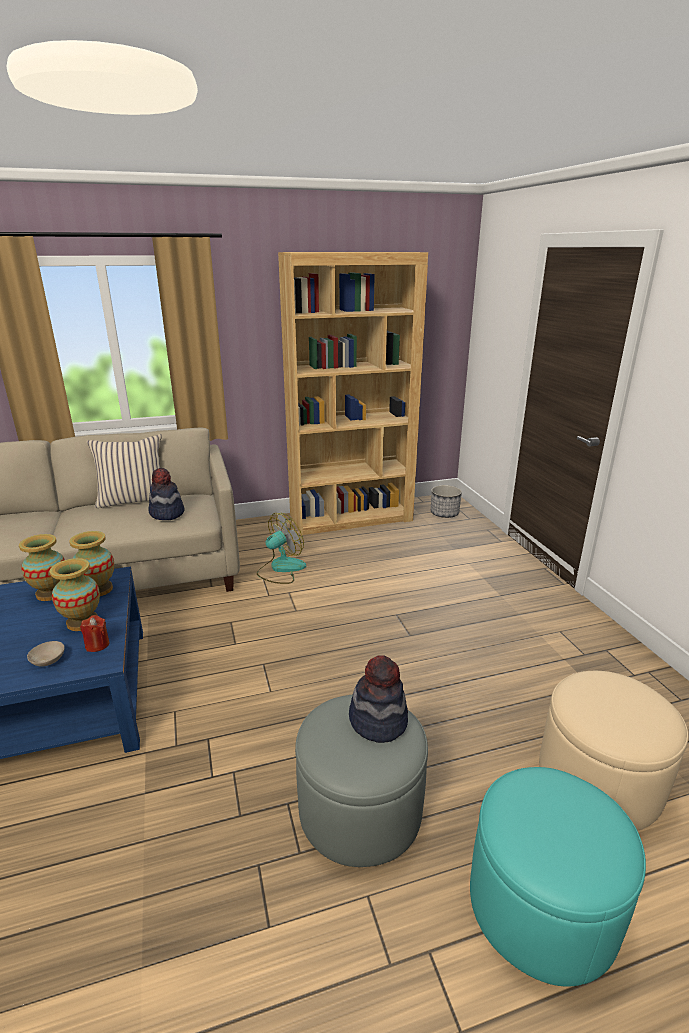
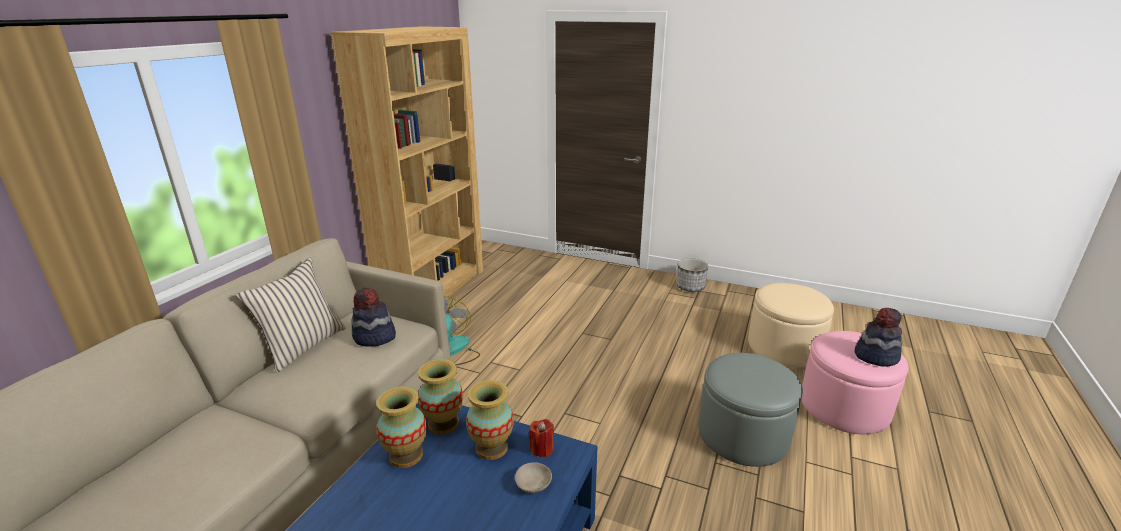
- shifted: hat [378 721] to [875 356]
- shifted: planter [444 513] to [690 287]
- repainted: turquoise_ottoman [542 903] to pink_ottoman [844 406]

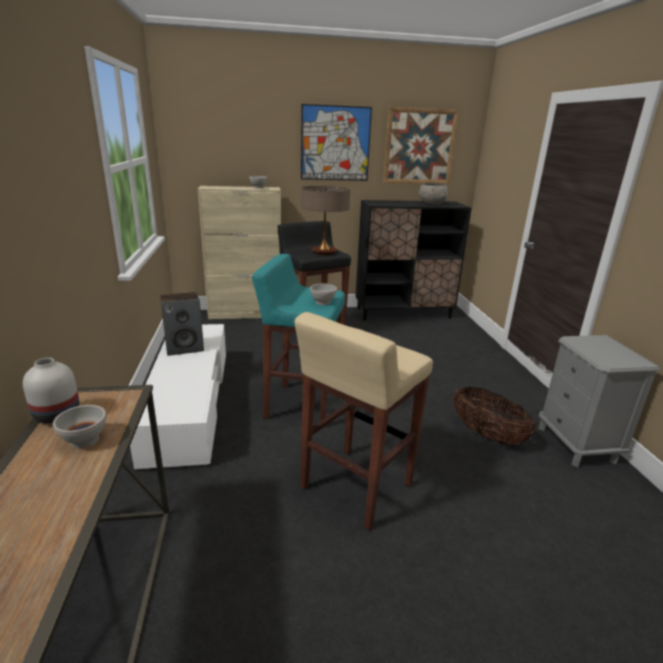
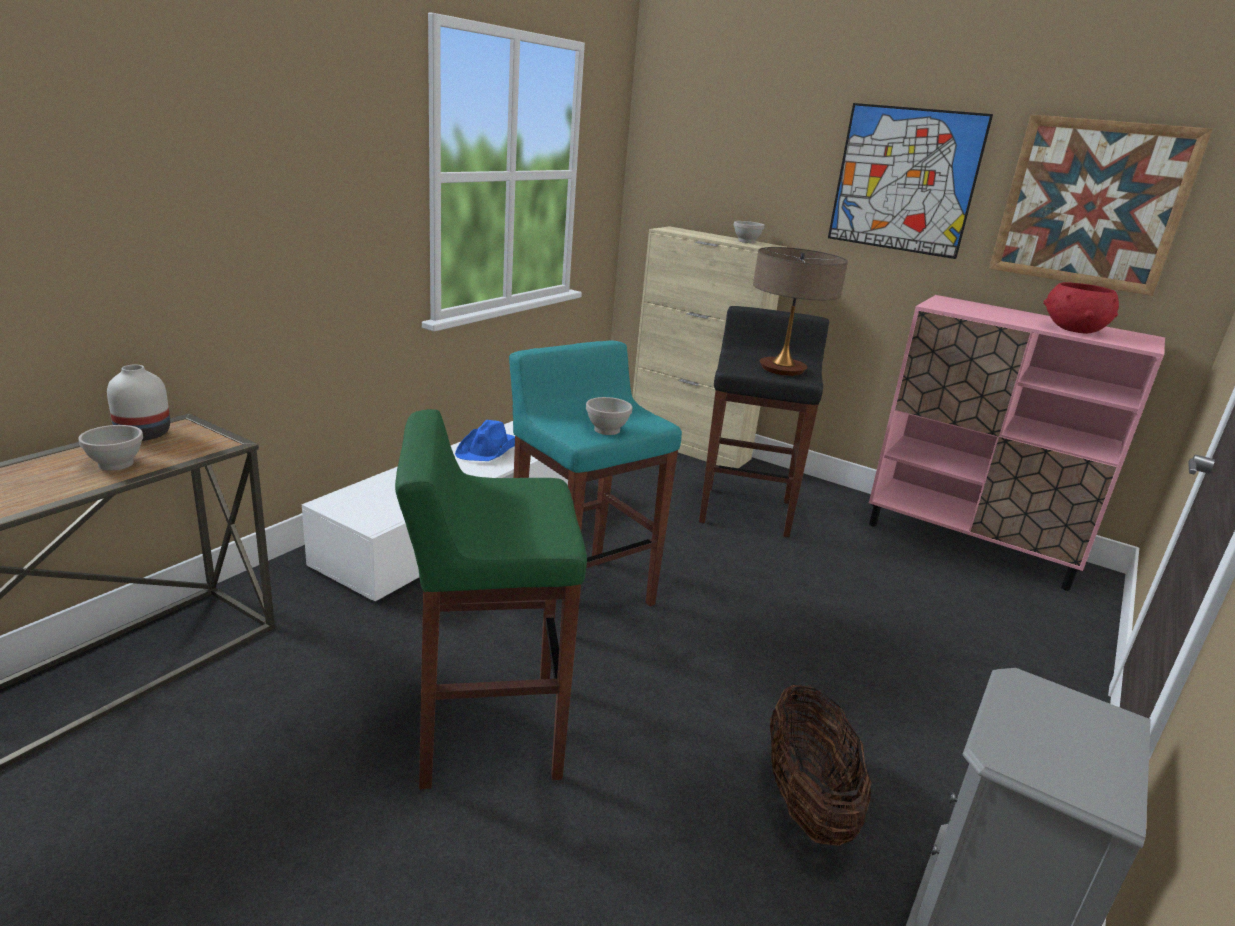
- swapped: speaker [185 348] to bluish_hat [489 449]
- repainted: beige_sitting_stool [355 487] to green_sitting_stool [486 731]
- repainted: blackish_storage_cabinet [403 313] to pink_storage_cabinet [971 543]
- repainted: greyish_deep_dish [432 204] to red_deep_dish [1073 330]

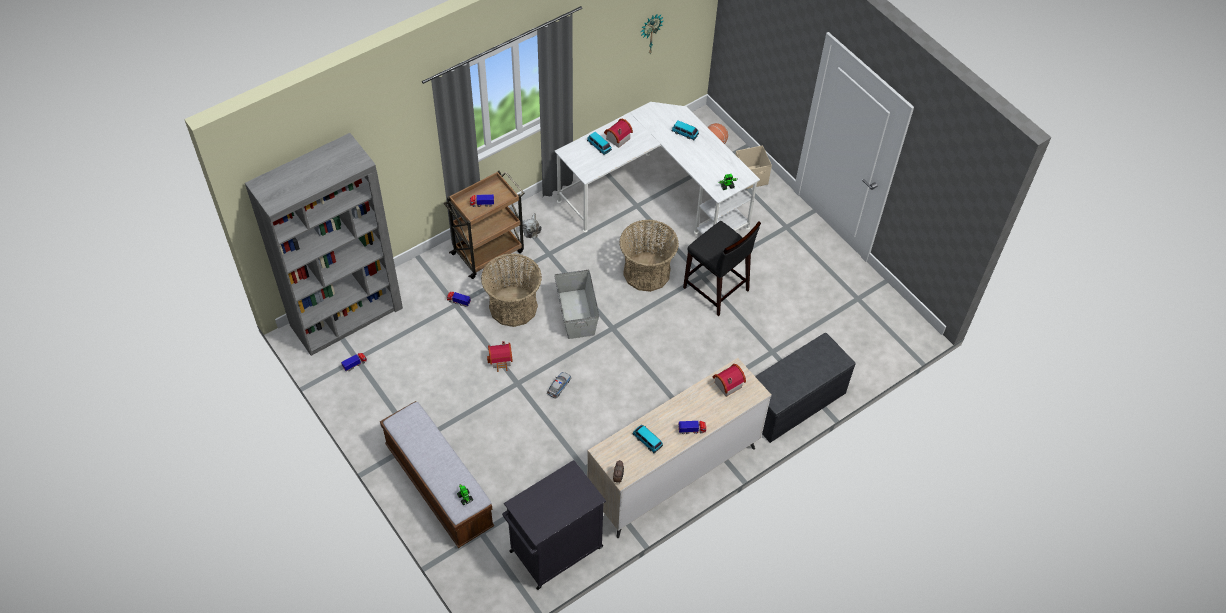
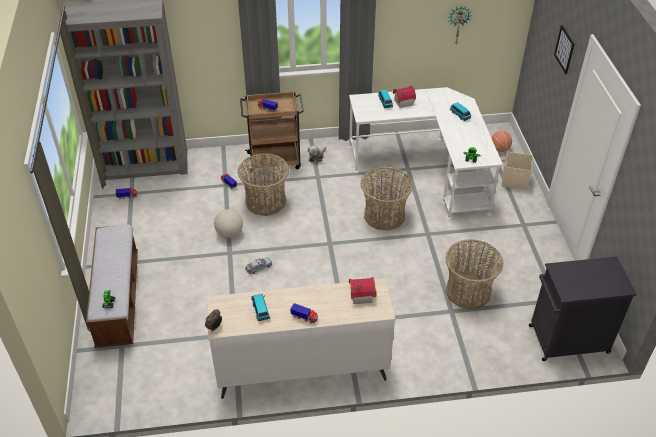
- swapped: miniature_house [501 361] to world_globe [229 233]
- shifted: blackish_storage_cabinet [554 551] to [567 340]
- gone: greyish_storage_container [577 313]
- gone: blackish_sitting_stool [716 289]
- gone: greyish_long_seat [793 403]
- new: basket [468 291]
- new: wall_picture [564 49]

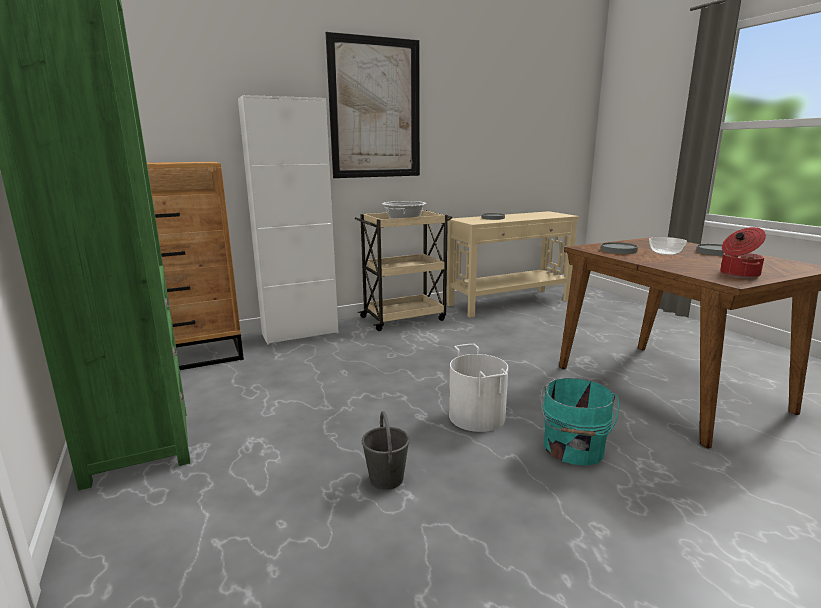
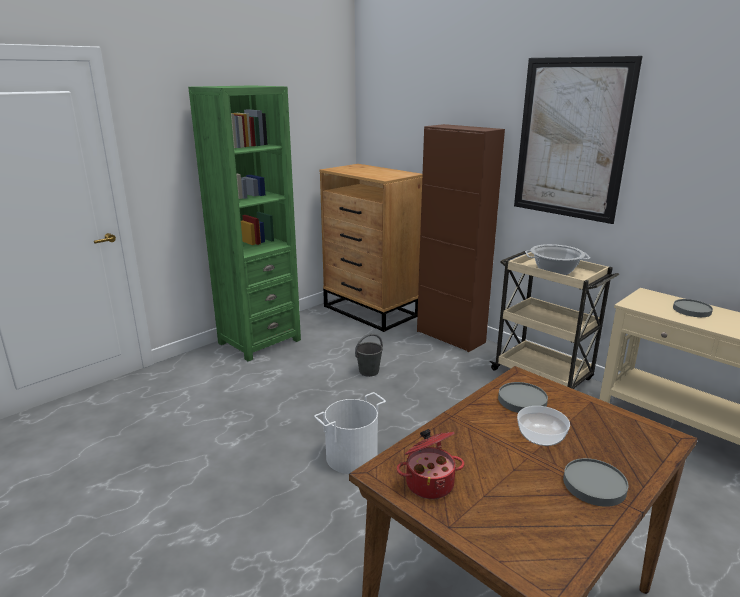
- repainted: white_storage_cabinet [300 333] to brown-coloured_storage_cabinet [450 337]
- shifted: greyish_bucket [386 478] to [369 371]
- gone: turquoise_bucket [573 449]

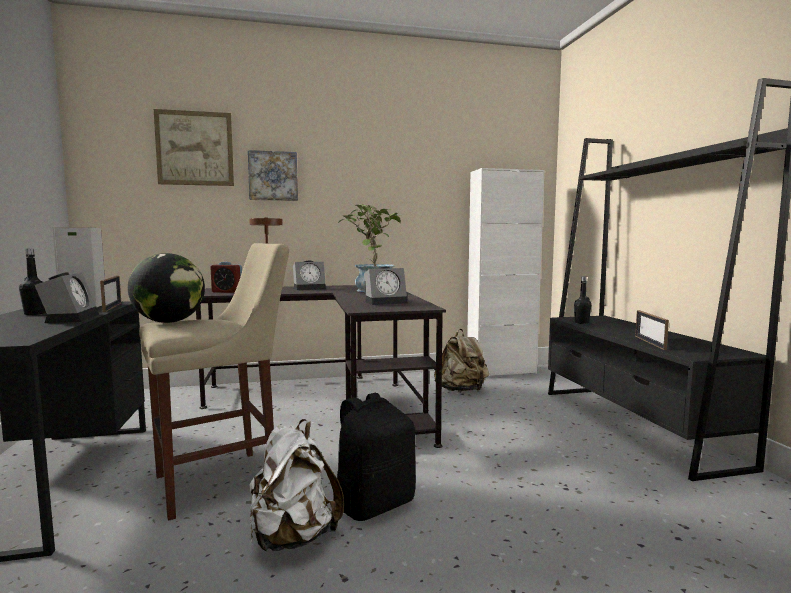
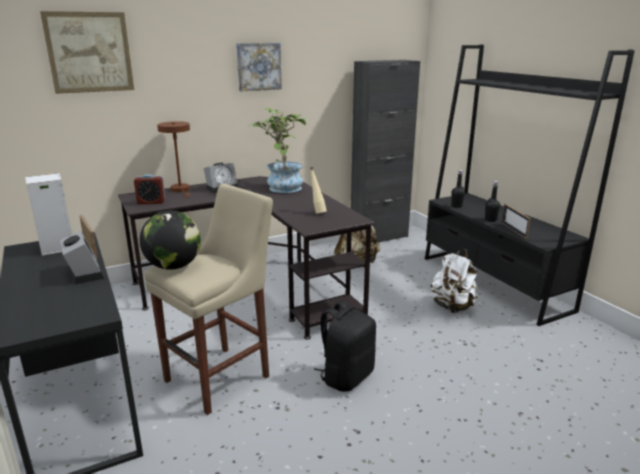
- shifted: blackish_drink_bottle [35 313] to [490 220]
- shifted: wall_picture [273 176] to [258 66]
- shifted: white_knapsack [292 537] to [452 307]
- swapped: table_clock [386 302] to beige_drink_bottle [317 212]
- repainted: white_storage_cabinet [501 371] to blackish_storage_cabinet [379 237]

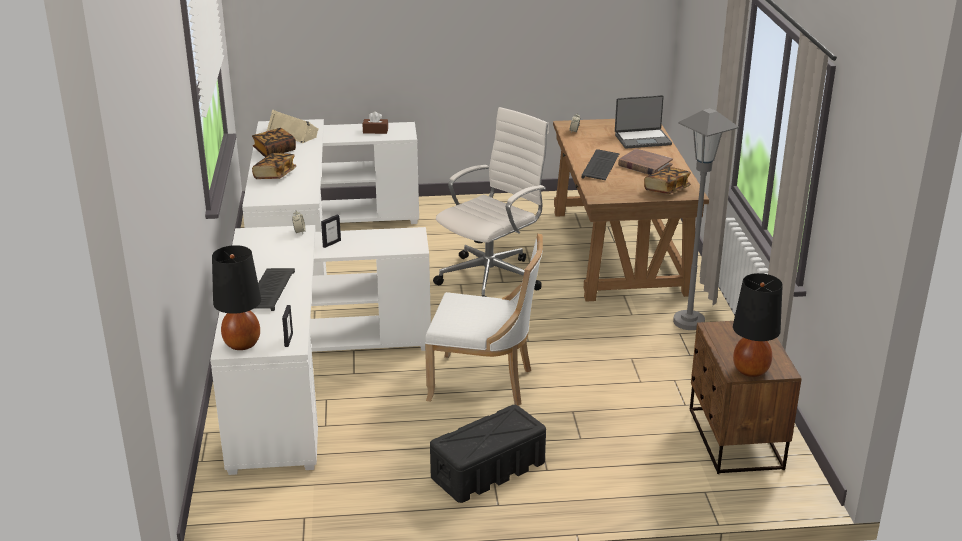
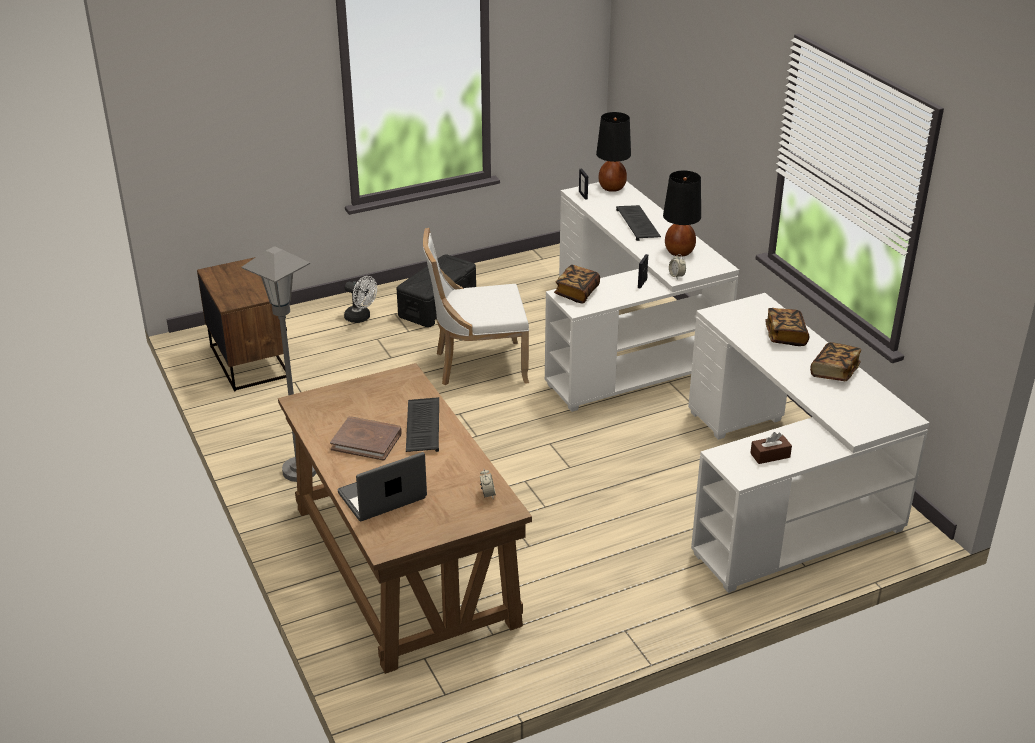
- gone: beige_speaker [293 133]
- gone: white_desk_chair [492 277]
- shifted: book [666 189] to [577 293]
- shifted: blackish_lamp_for_a_table [750 370] to [679 252]
- new: white_cooling_fan [361 318]

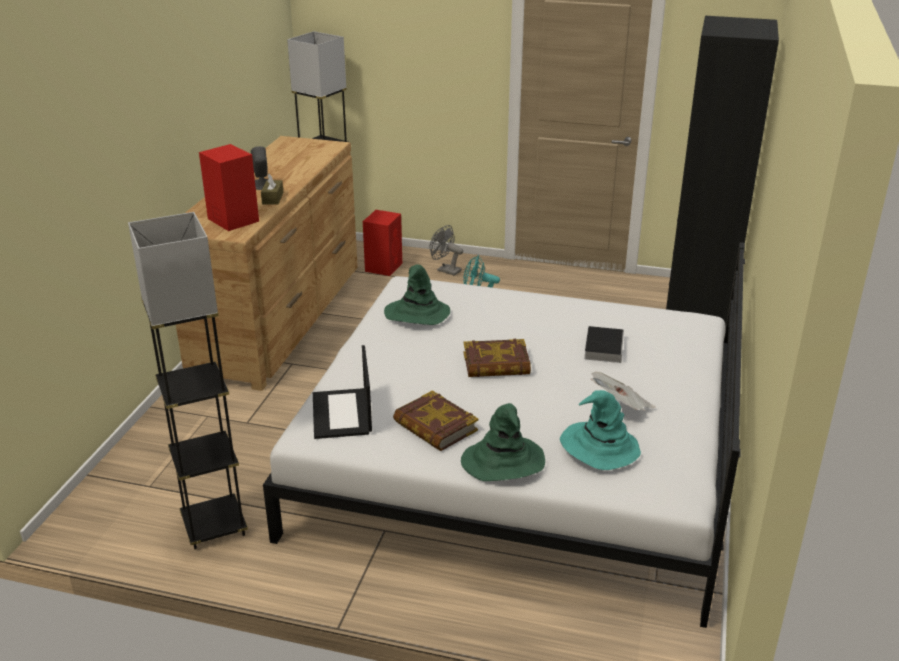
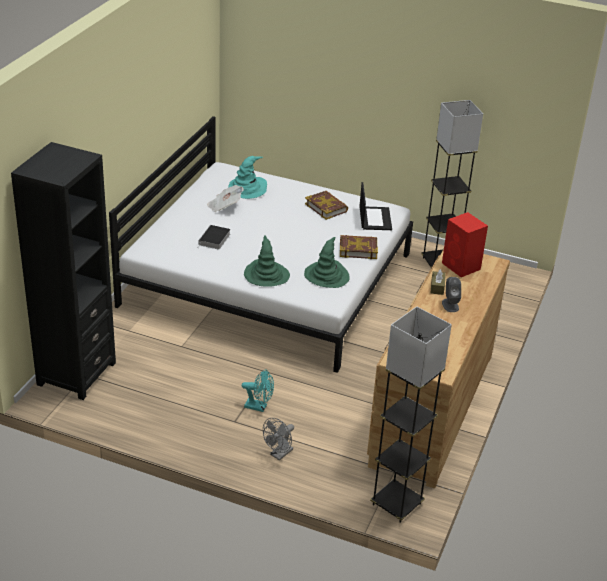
- gone: red_speaker [384 266]
- rotated: greyish_cooling_fan [445 270] = [279 454] 90 degrees clockwise
- shifted: green_hat [503 461] to [266 275]
- shifted: book [496 364] to [358 249]

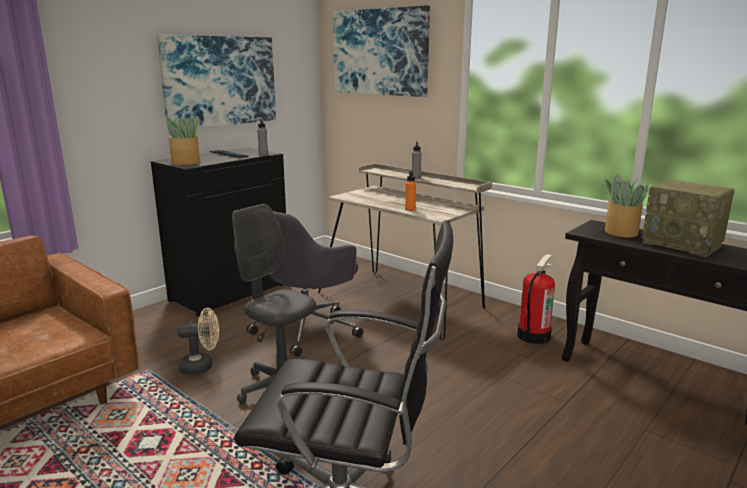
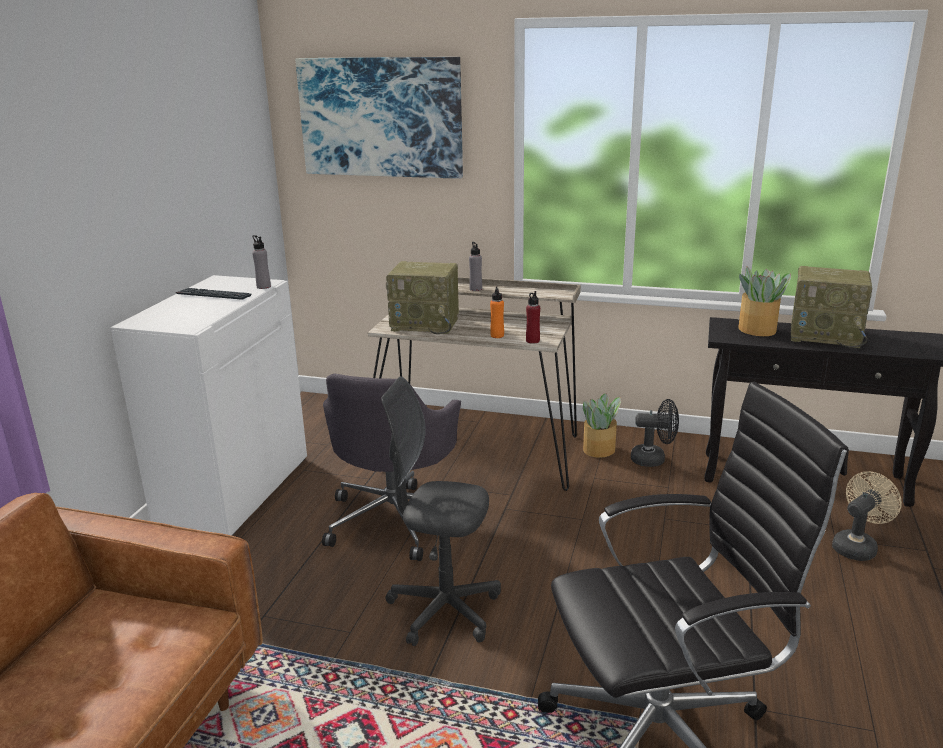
- repainted: blackish_storage_cabinet [230 291] to white_storage_cabinet [233 490]
- gone: wall_picture [220 81]
- shifted: houseplant [186 162] to [600 449]
- shifted: beige_cooling_fan [202 366] to [857 546]
- swapped: fire_extinguisher [533 335] to blackish_cooling_fan [653 459]
- new: radio_set [426 324]
- new: red_drink_bottle [532 341]

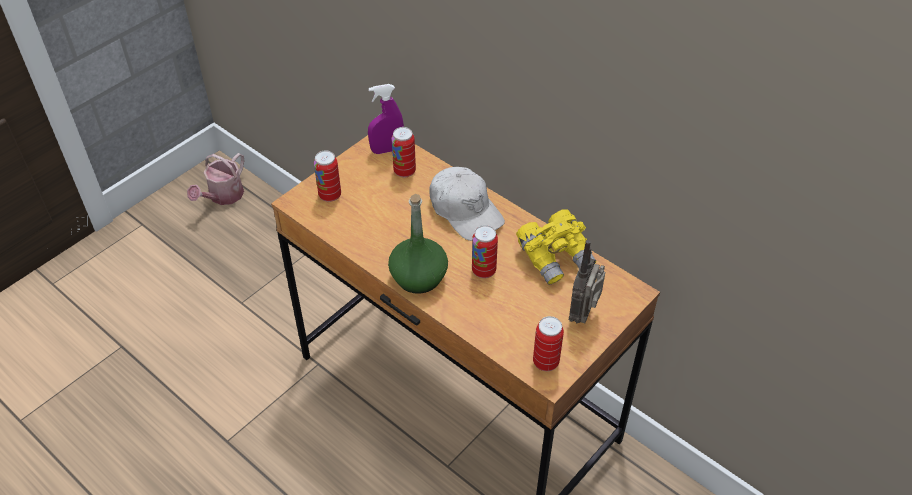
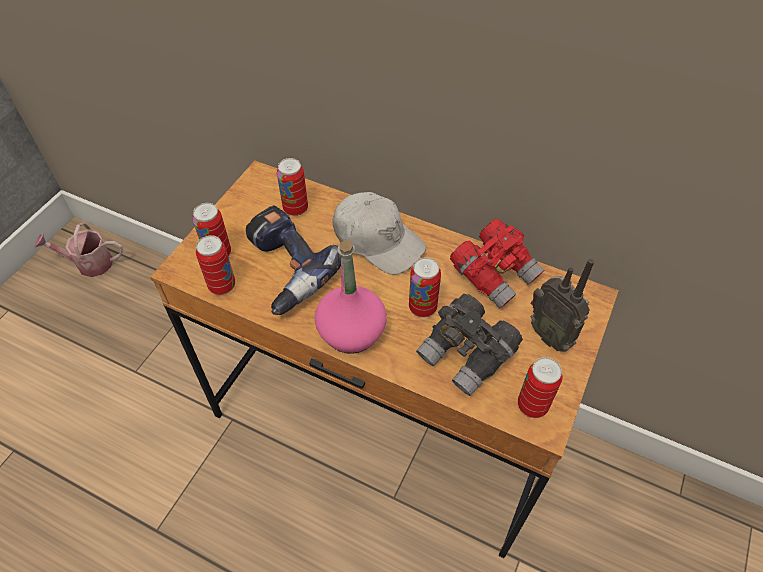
- rotated: watering_pot [223 196] = [89 263] 75 degrees clockwise
- gone: purple_hand_sprayer [387 150]
- repainted: green_drink_bottle [418 277] to pink_drink_bottle [351 332]
- repainted: yellow-coloured_pair_of_binoculars [555 257] to red_pair_of_binoculars [494 274]
- rotated: radio_set [584 314] = [550 335] 45 degrees counterclockwise
- new: sealed_can [222 286]
- new: power_drill [284 270]
- new: greyish_pair_of_binoculars [467 355]

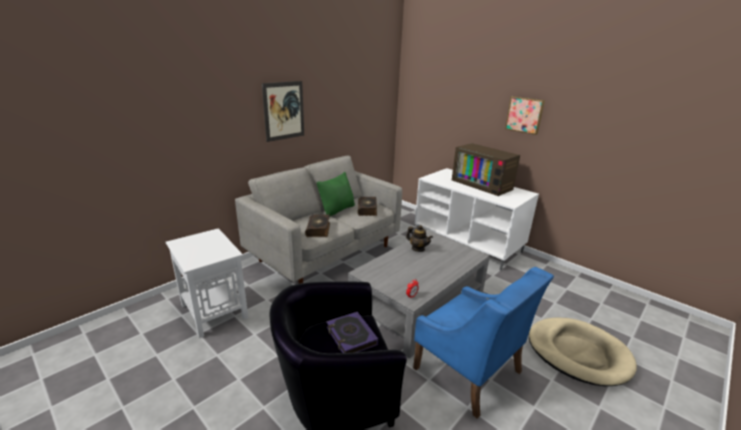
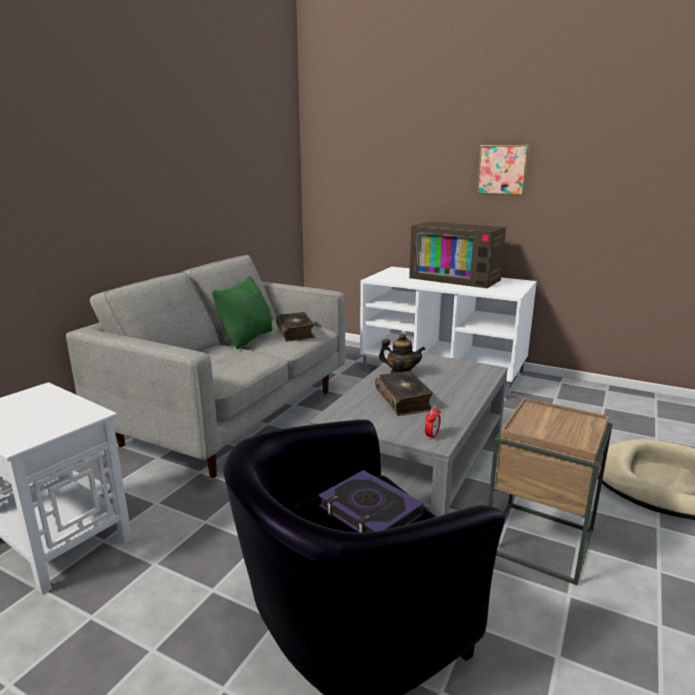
- gone: wall_picture [284 111]
- shifted: book [318 229] to [404 400]
- swapped: bluish_easy_chair [468 371] to brown-coloured_accent_table [539 541]

